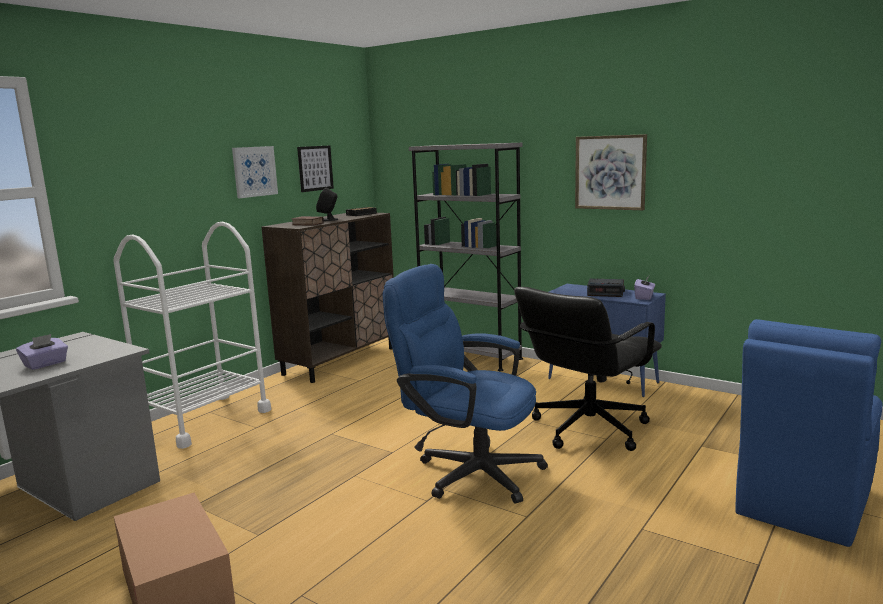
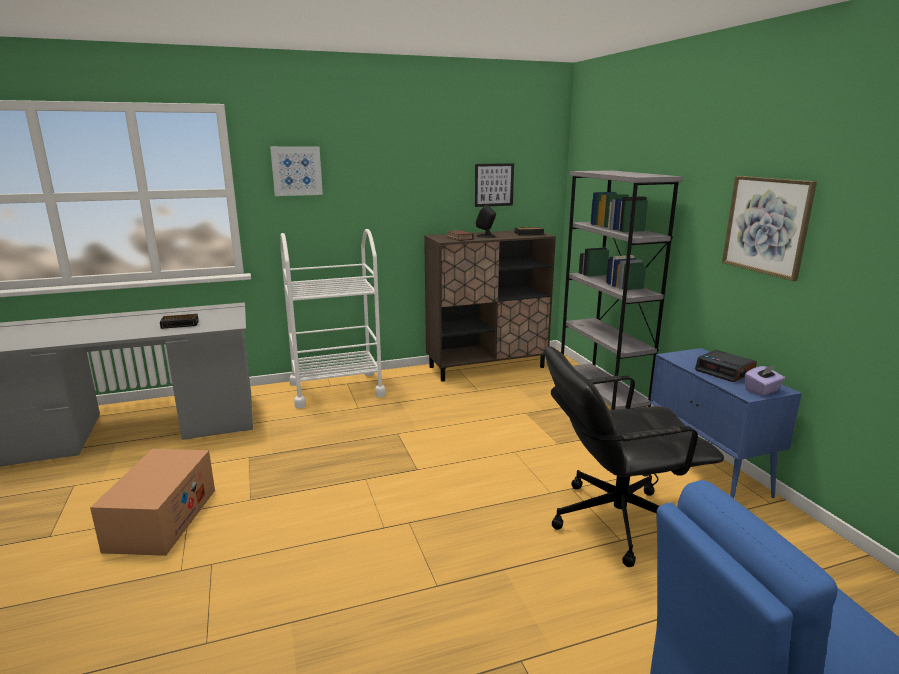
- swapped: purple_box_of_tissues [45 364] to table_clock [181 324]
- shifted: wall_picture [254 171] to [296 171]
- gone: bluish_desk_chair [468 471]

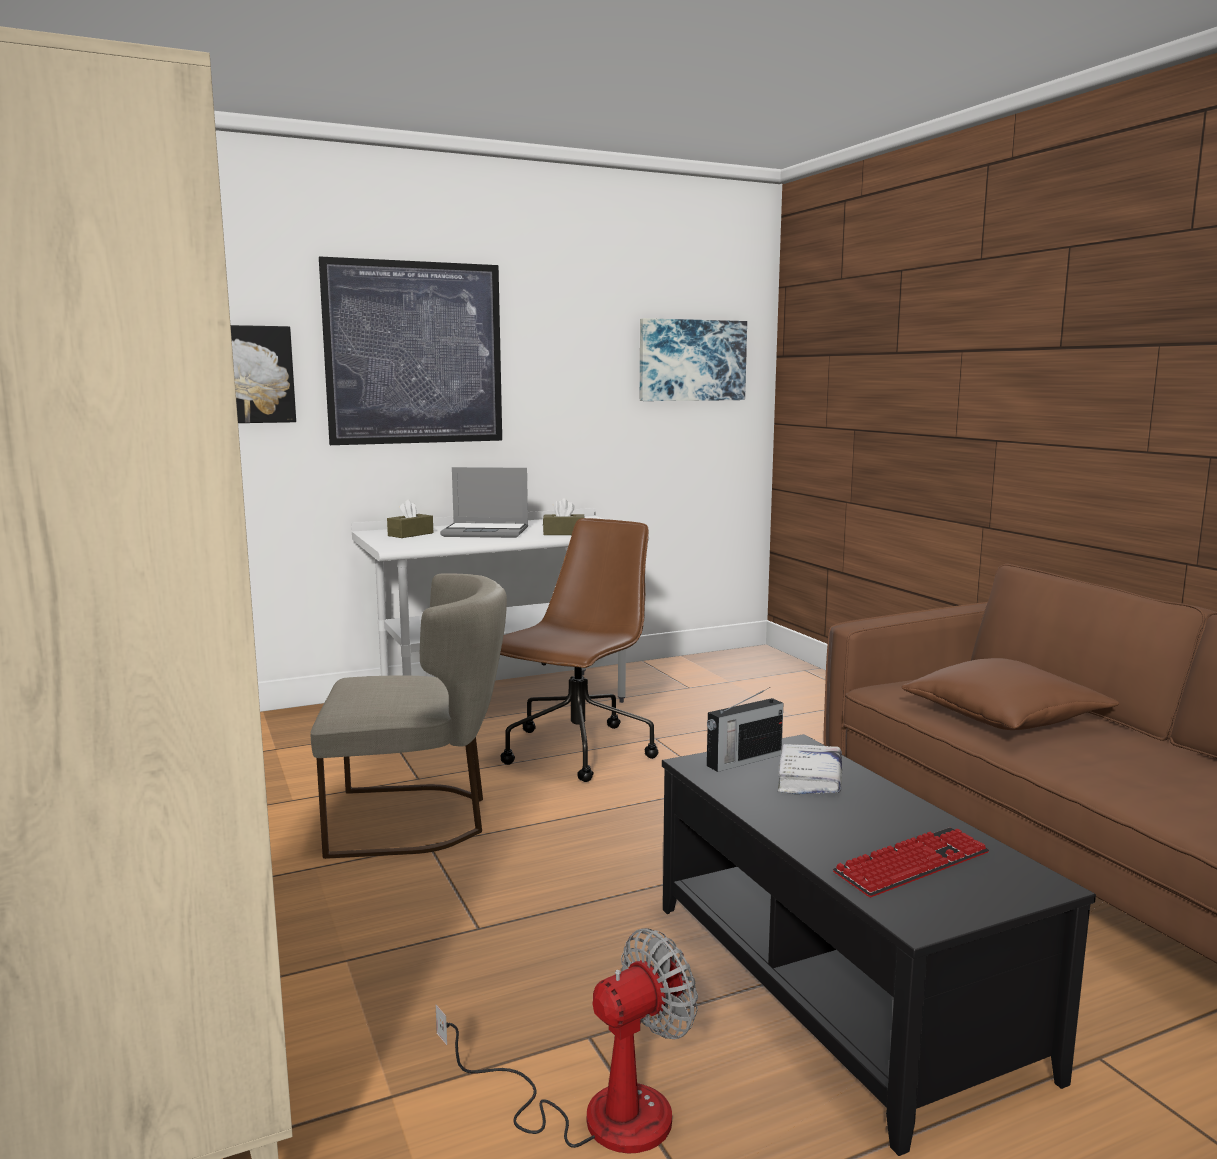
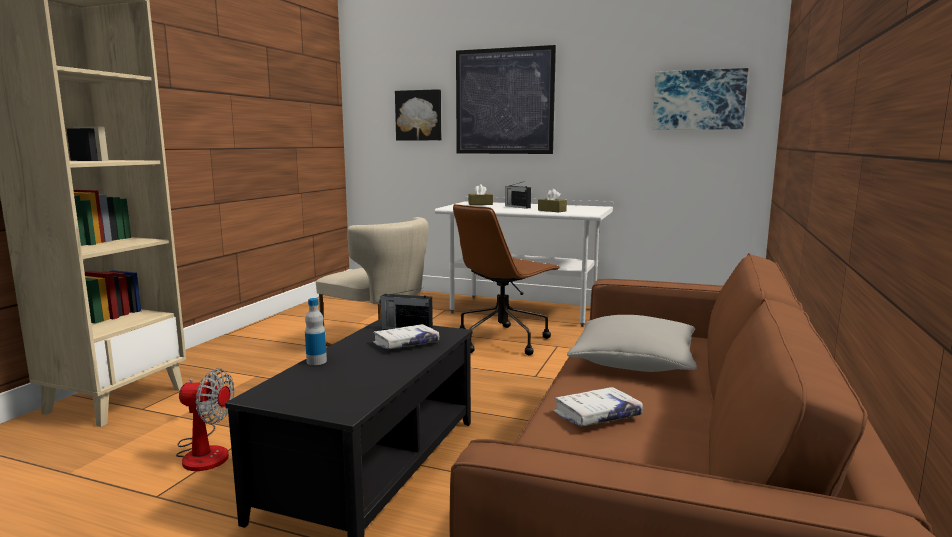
- swapped: notebook_computer [487 532] to radio_set [517 207]
- rotated: brown-coloured_desk_chair [577 752] = [503 340] 150 degrees clockwise
- gone: keyboard [912 864]
- repainted: brown-coloured_cushion [1005 718] to greyish_cushion [633 362]
- new: drink_bottle [316 361]
- new: white_book [597 415]

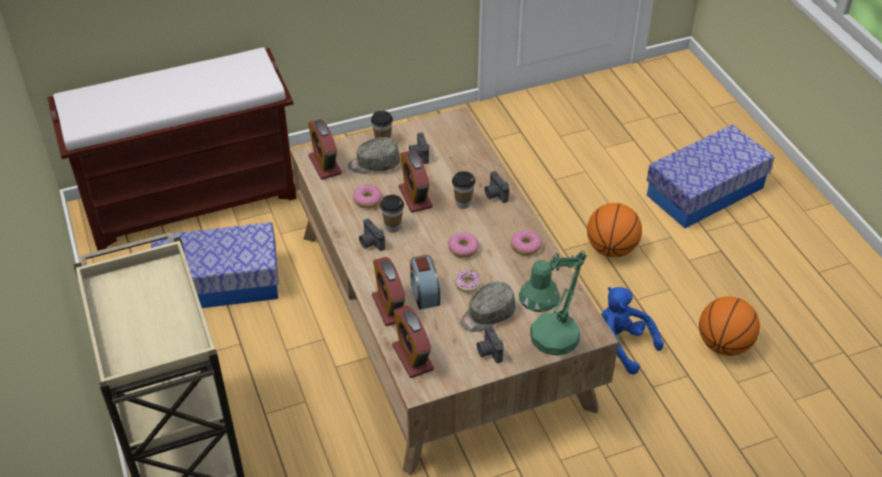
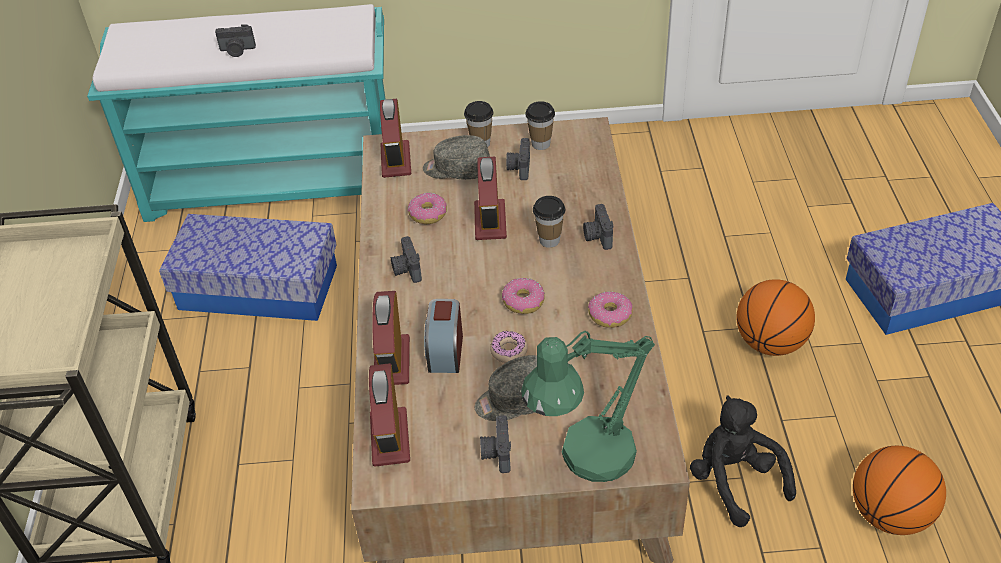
- repainted: brown-coloured_long_seat [193 199] to turquoise_long_seat [274 181]
- shifted: small_cup [393 227] to [540 144]
- repainted: bluish_cuddly_toy [620 346] to blackish_cuddly_toy [735 481]
- new: still_camera [237 51]

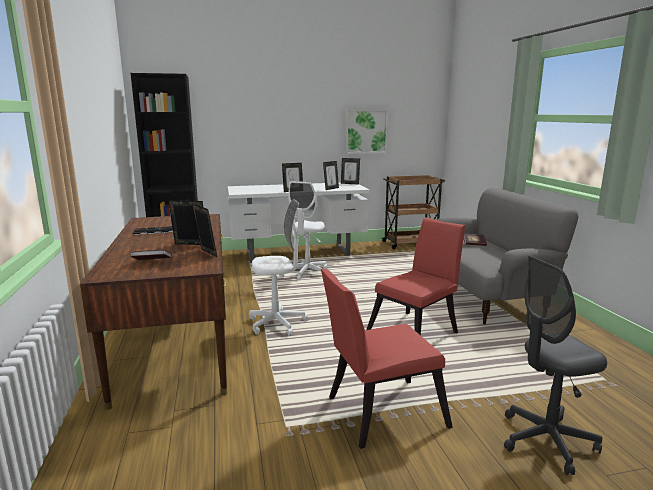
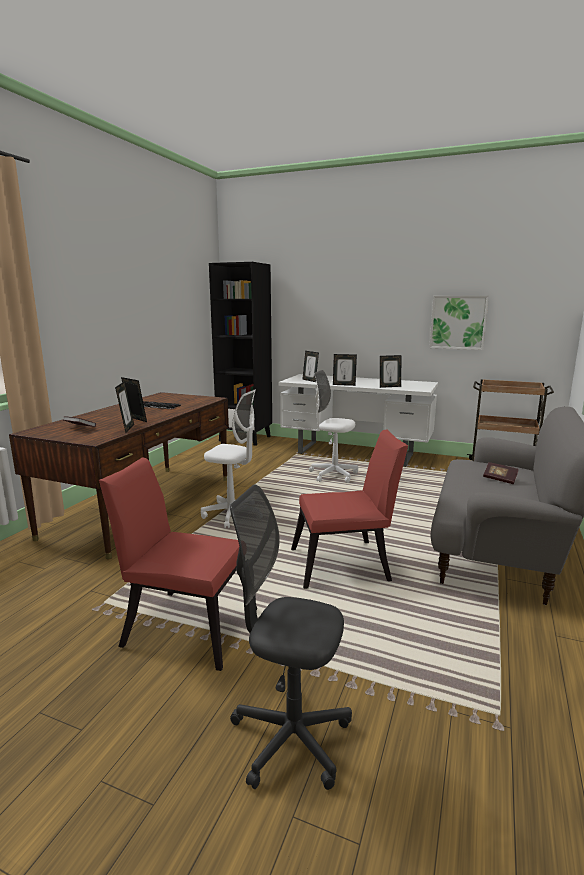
- rotated: white_desk_chair [307 273] = [333 475] 60 degrees clockwise
- shifted: picture_frame [350 183] to [310 380]

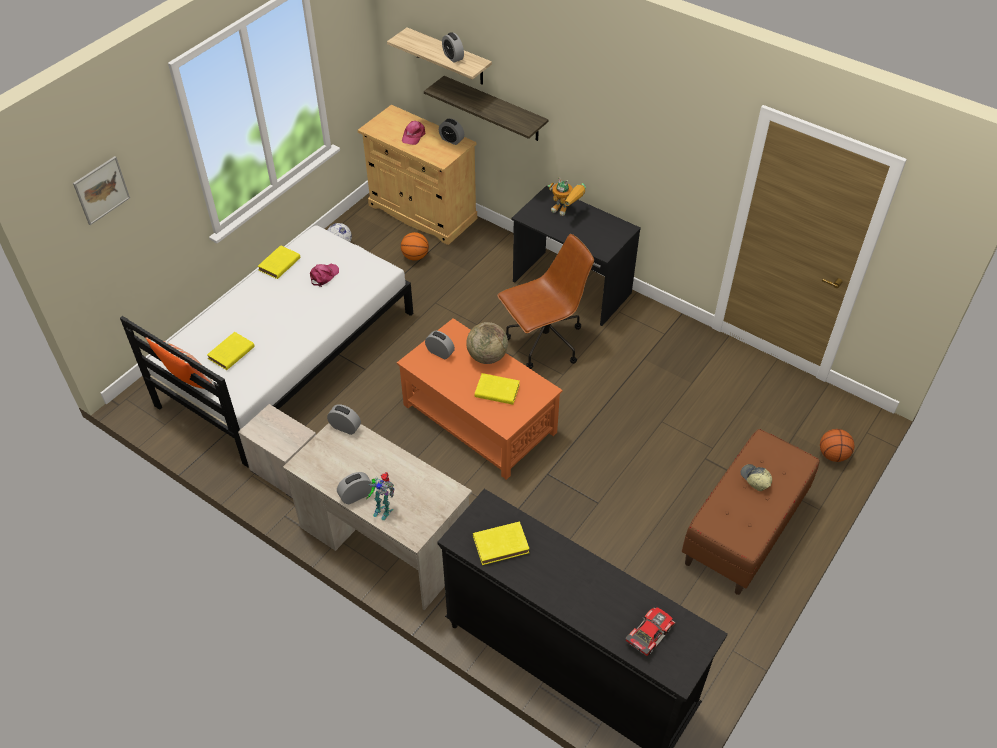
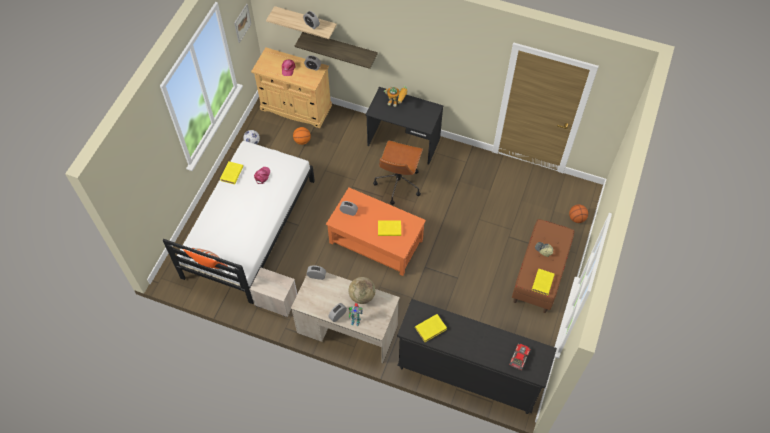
- shifted: wall_picture [101 190] to [242 23]
- shifted: yellow-coloured_book [230 354] to [542 283]
- shifted: world_globe [487 356] to [362 296]
- rotated: brown-coloured_desk_chair [544 343] = [398 183] 150 degrees clockwise

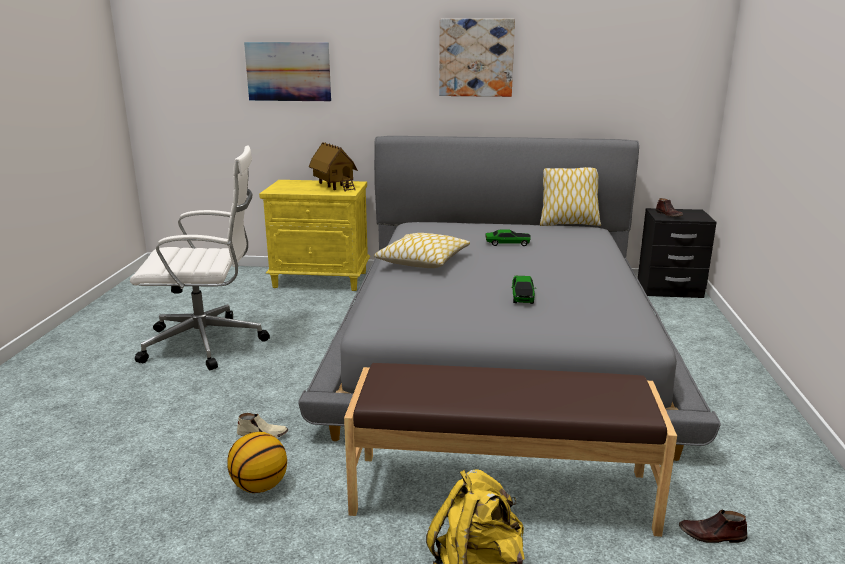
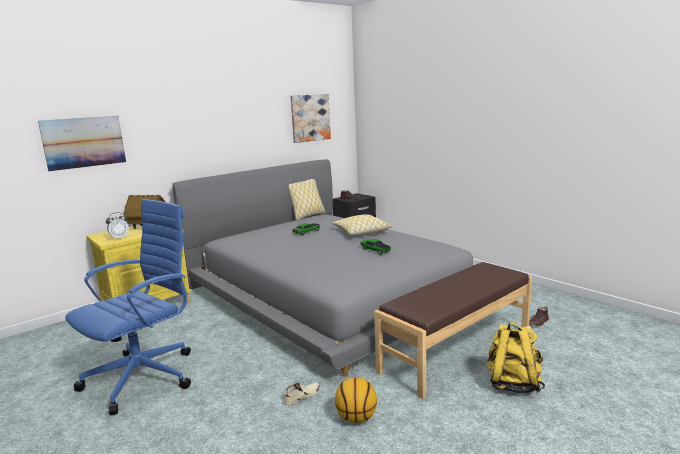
- repainted: white_desk_chair [208 343] to bluish_desk_chair [144 376]
- shifted: cushion [422 261] to [361 232]
- shifted: wall_picture [476 58] to [310 118]
- new: table_clock [119 238]

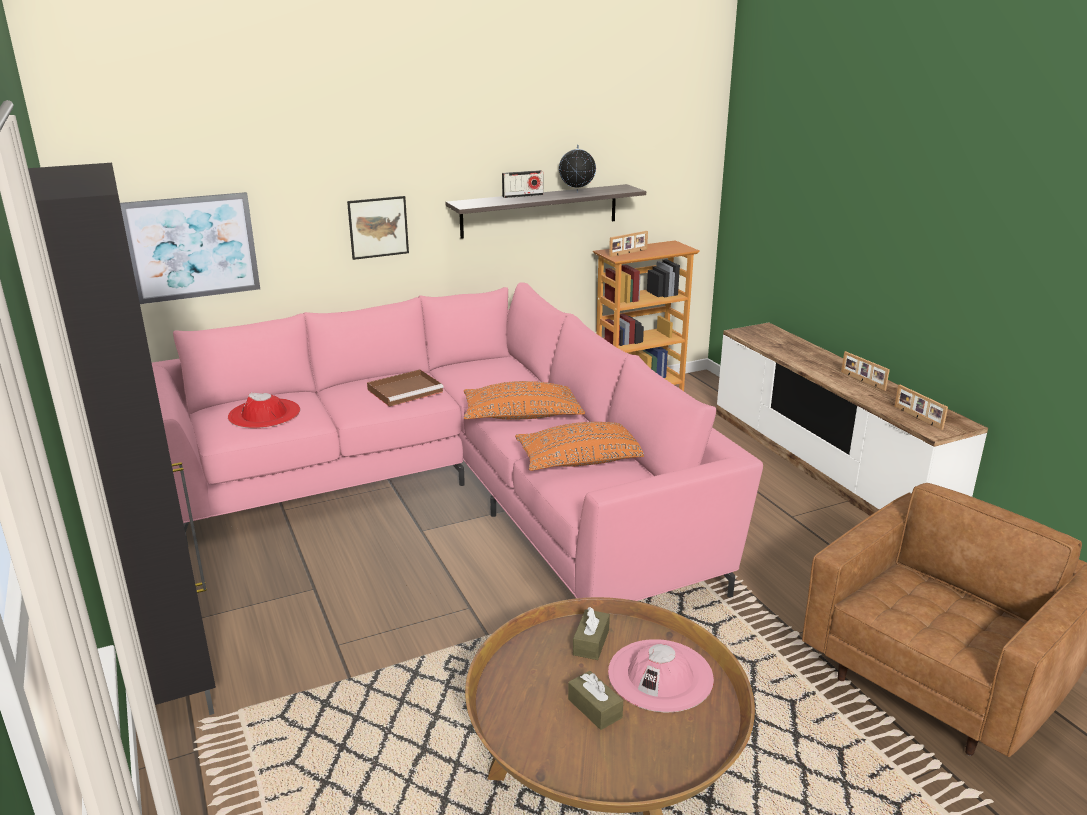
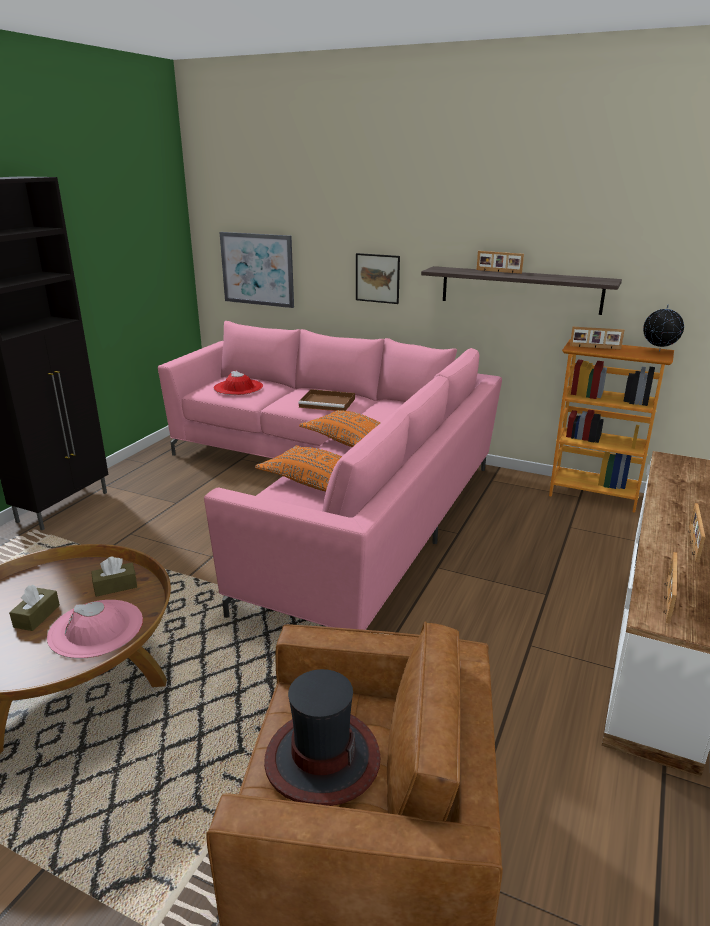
- swapped: radio_set [522 196] to picture_frame [498 271]
- shifted: world_globe [576 192] to [658 351]
- new: hat [321 758]

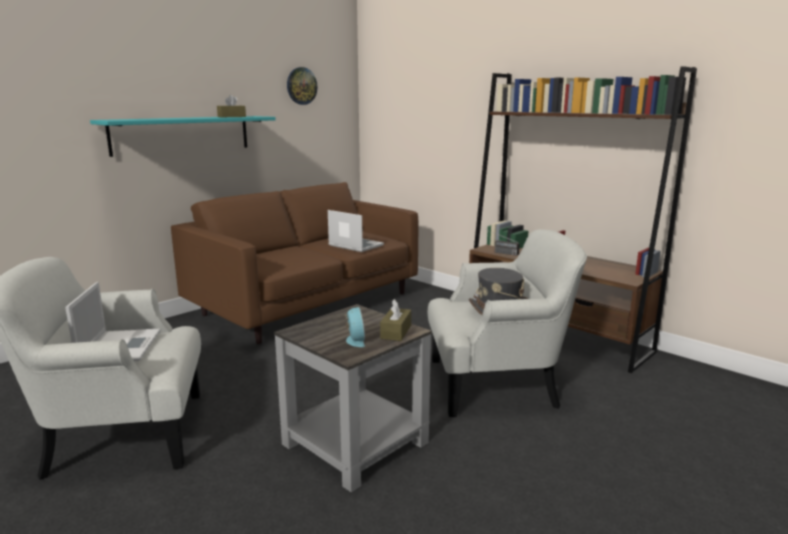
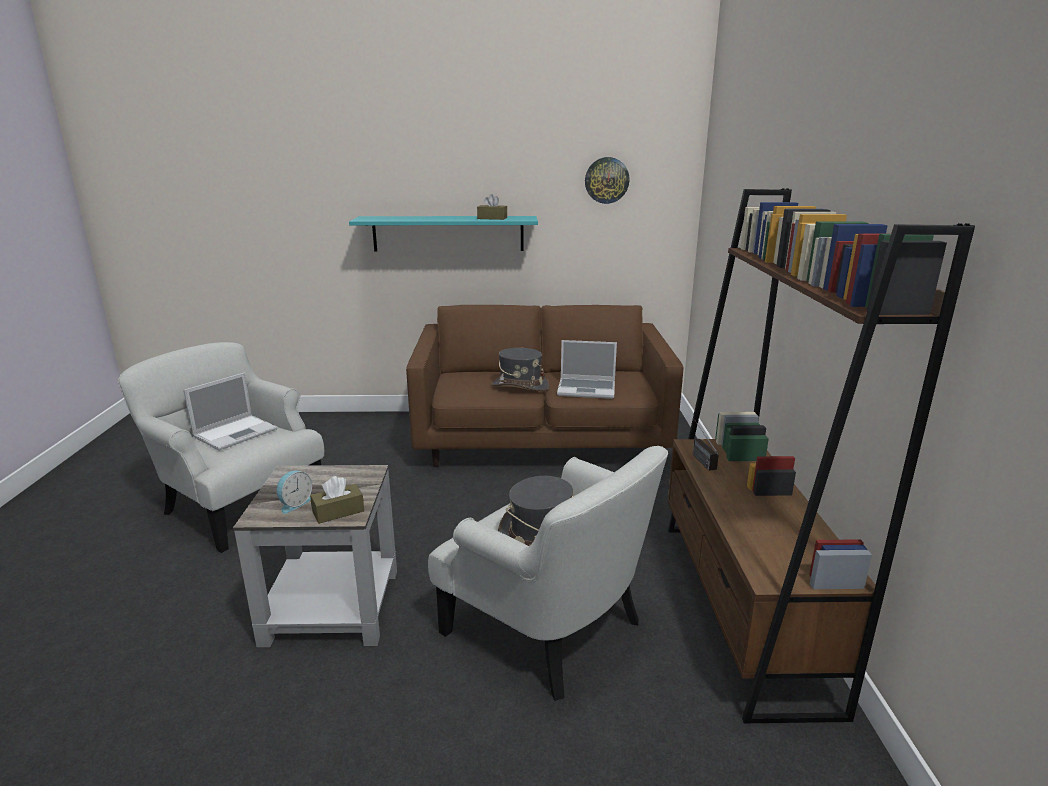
- rotated: notebook_computer [354 245] = [587 389] 105 degrees clockwise
- new: greyish_hat [520 386]

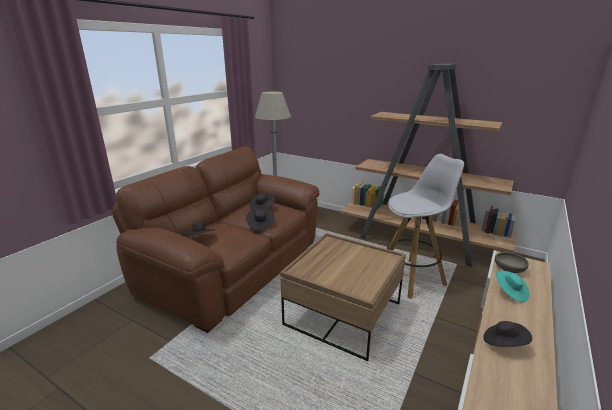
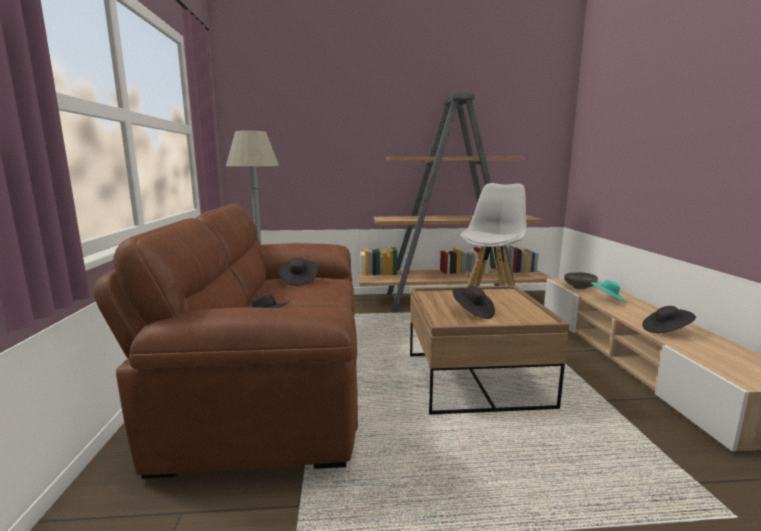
- shifted: blackish_hat [260 225] to [472 313]

